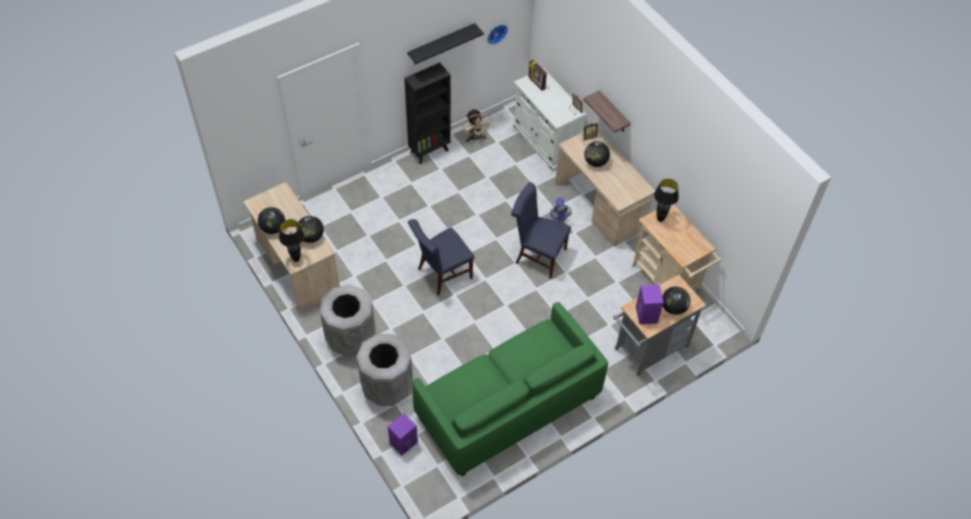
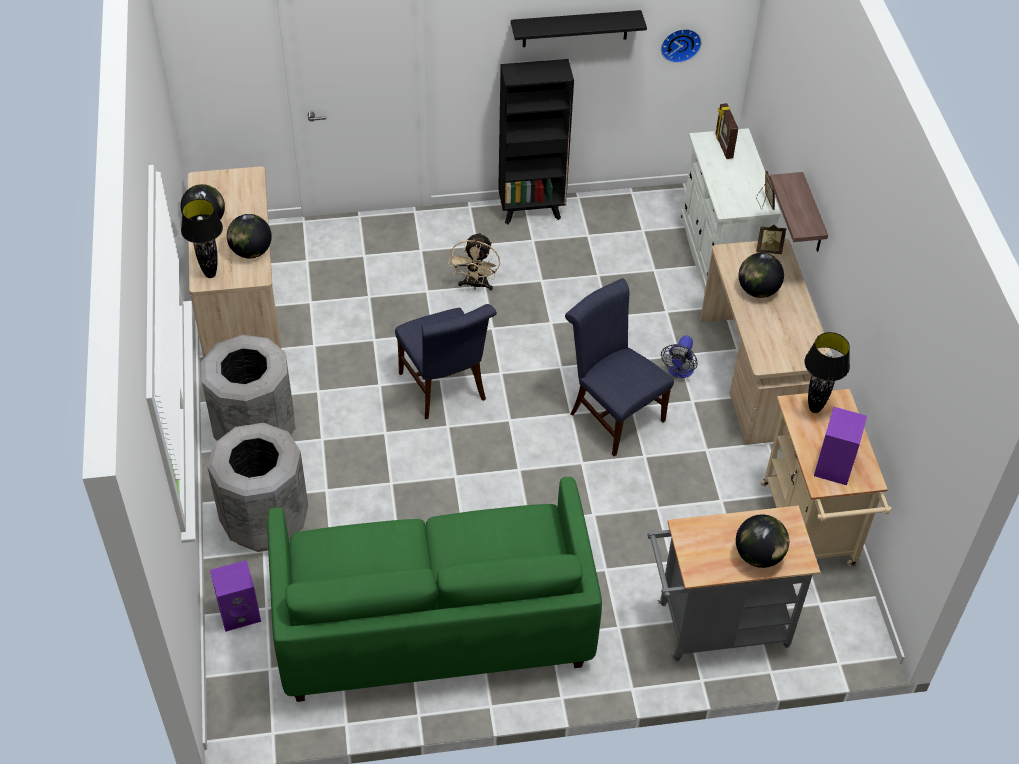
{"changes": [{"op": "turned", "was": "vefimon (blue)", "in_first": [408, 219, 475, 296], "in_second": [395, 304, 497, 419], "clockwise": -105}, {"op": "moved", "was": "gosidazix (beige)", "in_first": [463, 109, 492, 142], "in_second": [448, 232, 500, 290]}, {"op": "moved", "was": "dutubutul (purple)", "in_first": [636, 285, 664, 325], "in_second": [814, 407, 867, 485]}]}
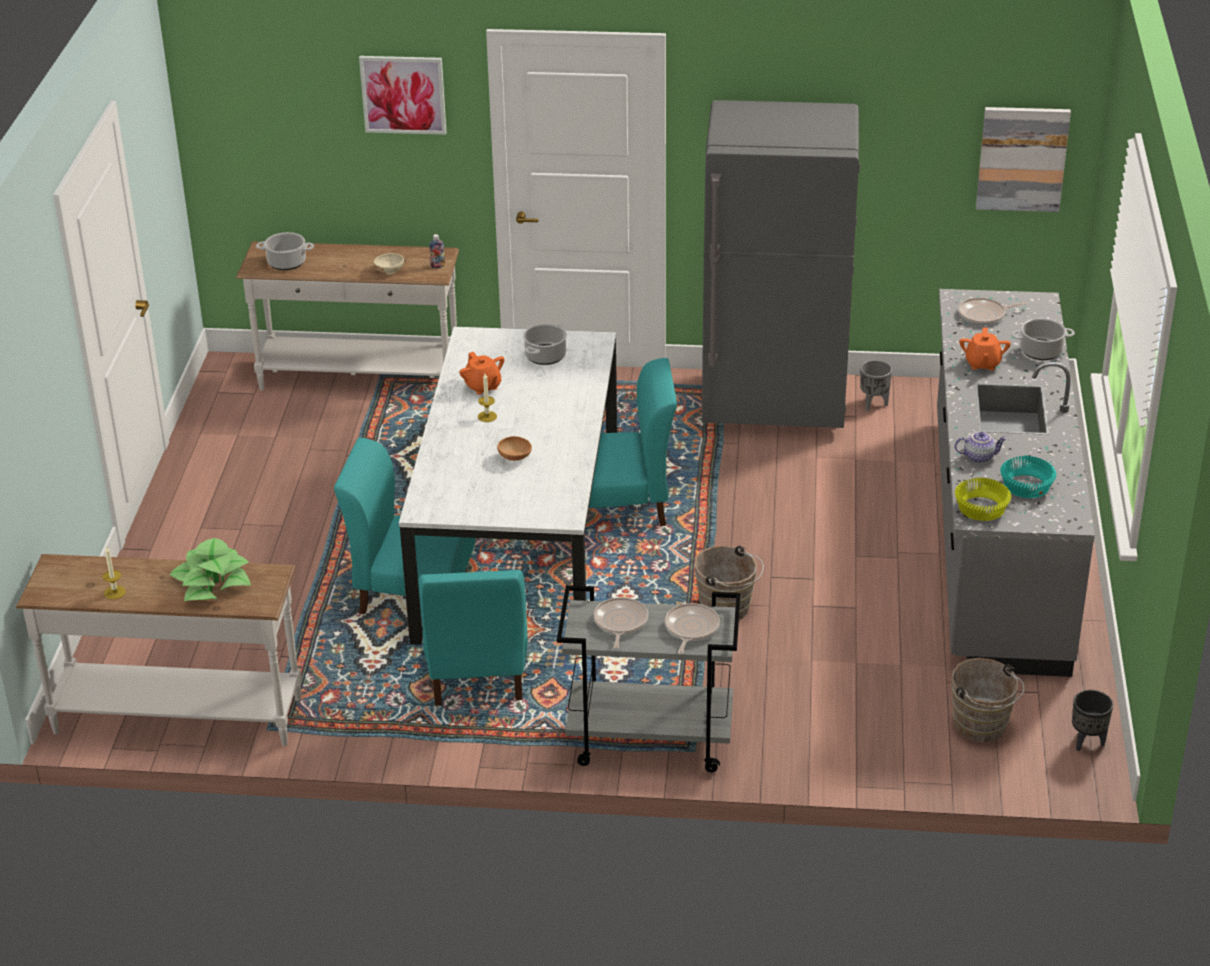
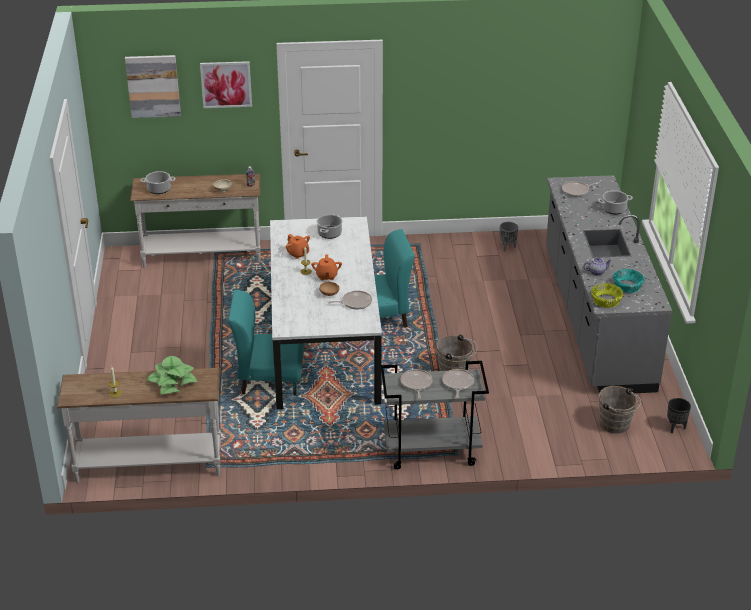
{"changes": [{"op": "moved", "was": "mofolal", "in_first": [976, 107, 1071, 212], "in_second": [125, 55, 181, 118]}, {"op": "moved", "was": "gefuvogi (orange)", "in_first": [959, 327, 1011, 371], "in_second": [311, 254, 342, 280]}, {"op": "added", "now": "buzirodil", "in_second": [328, 291, 372, 309]}, {"op": "removed", "was": "vefimon (turquoise)", "in_first": [419, 570, 528, 706]}, {"op": "removed", "was": "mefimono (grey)", "in_first": [702, 100, 860, 428]}]}
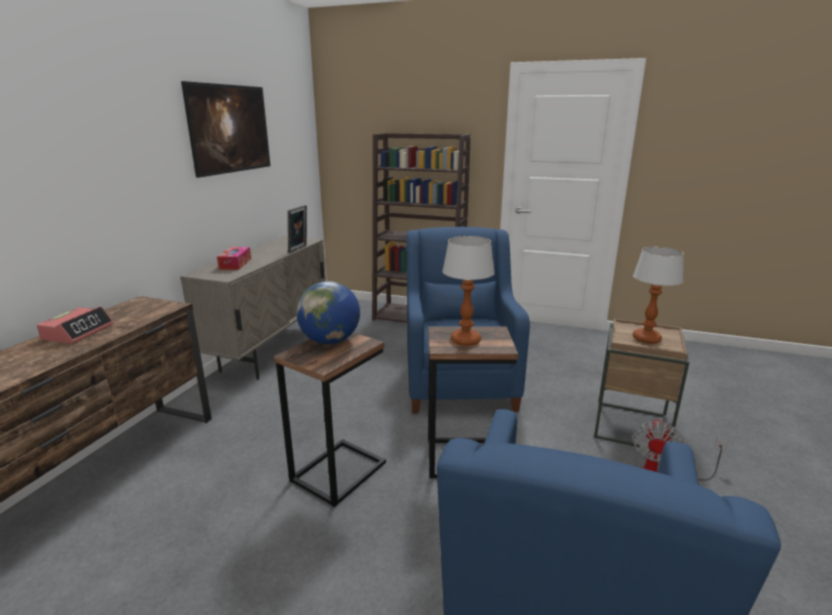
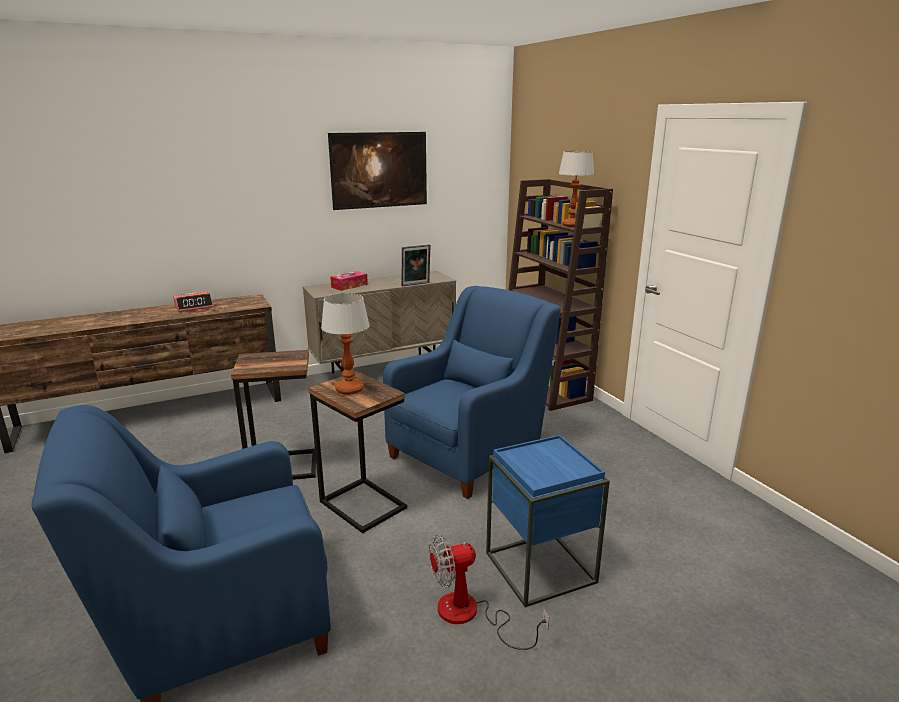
{"changes": [{"op": "recoloured", "was": "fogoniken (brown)", "now": "fogoniken (blue)", "in_first": [594, 319, 690, 449], "in_second": [486, 435, 610, 607]}, {"op": "moved", "was": "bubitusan", "in_first": [633, 247, 684, 344], "in_second": [559, 151, 594, 227]}, {"op": "removed", "was": "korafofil", "in_first": [296, 281, 360, 344]}]}
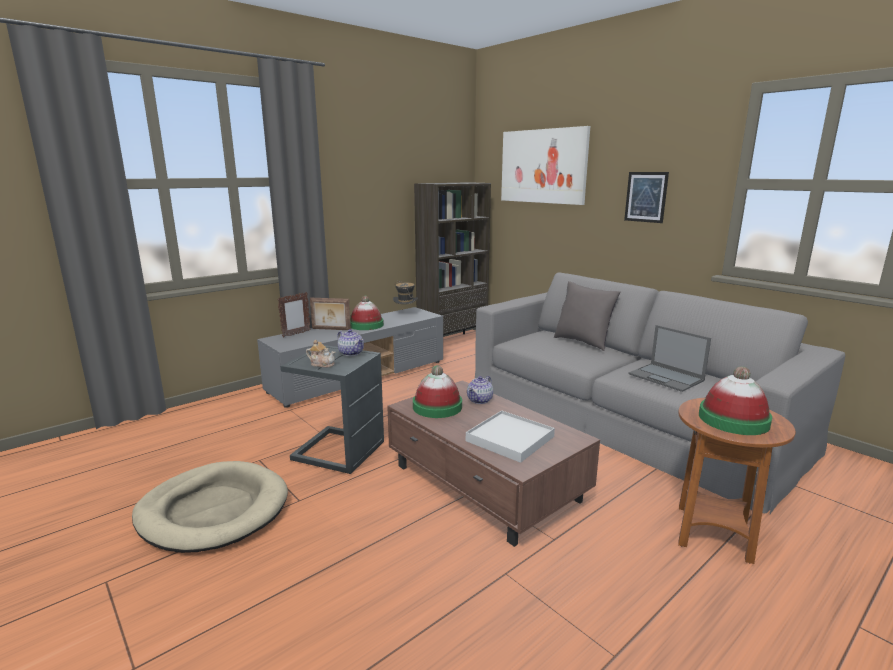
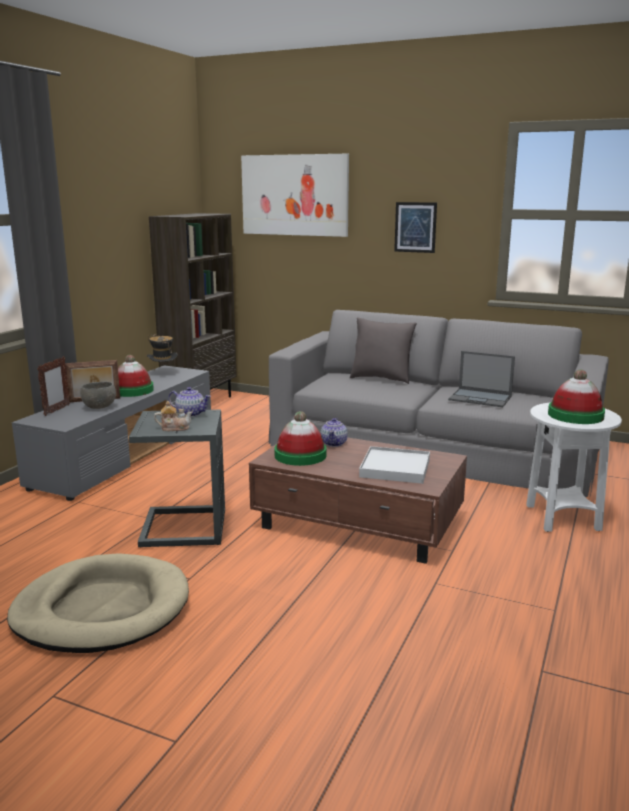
{"changes": [{"op": "added", "now": "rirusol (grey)", "in_second": [80, 382, 116, 409]}, {"op": "recoloured", "was": "fogoniken (brown)", "now": "fogoniken (white)", "in_first": [678, 398, 796, 564], "in_second": [526, 403, 622, 532]}]}
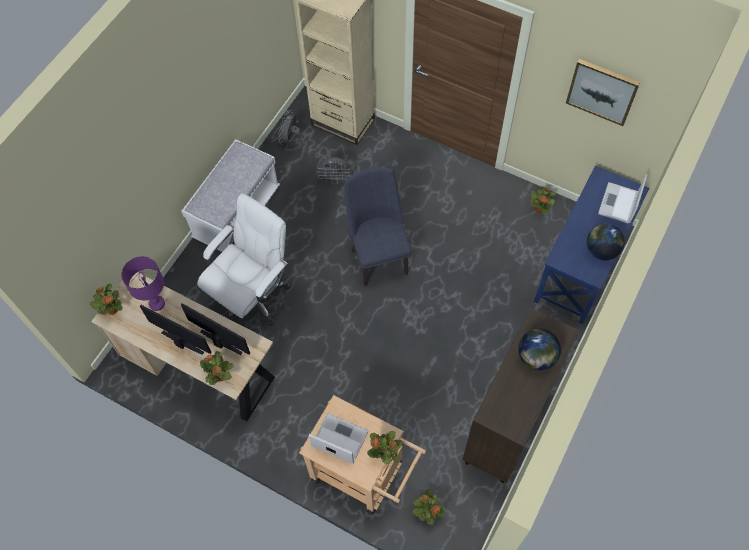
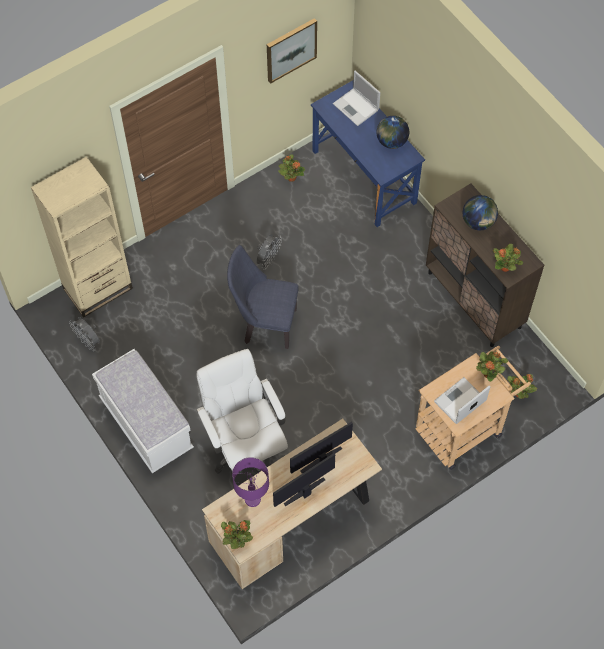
{"changes": [{"op": "moved", "was": "gosidazix (grey)", "in_first": [316, 157, 352, 184], "in_second": [257, 234, 282, 270]}, {"op": "moved", "was": "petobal", "in_first": [200, 351, 234, 385], "in_second": [493, 244, 523, 272]}]}
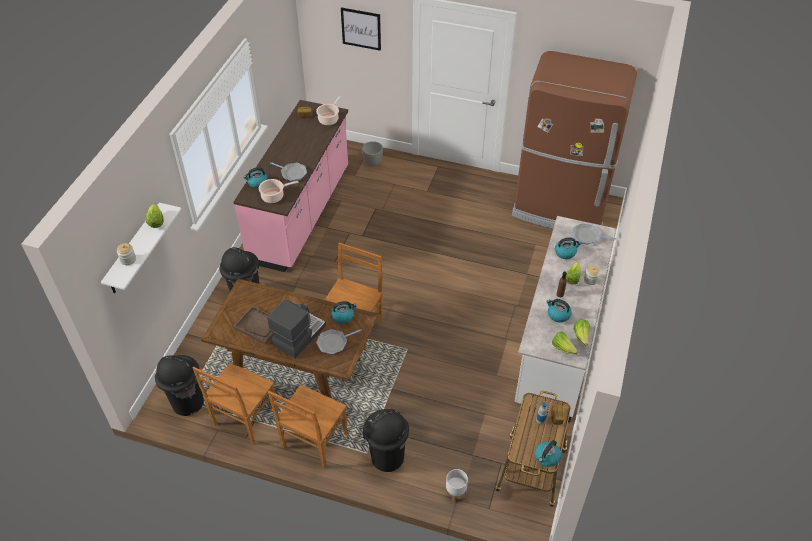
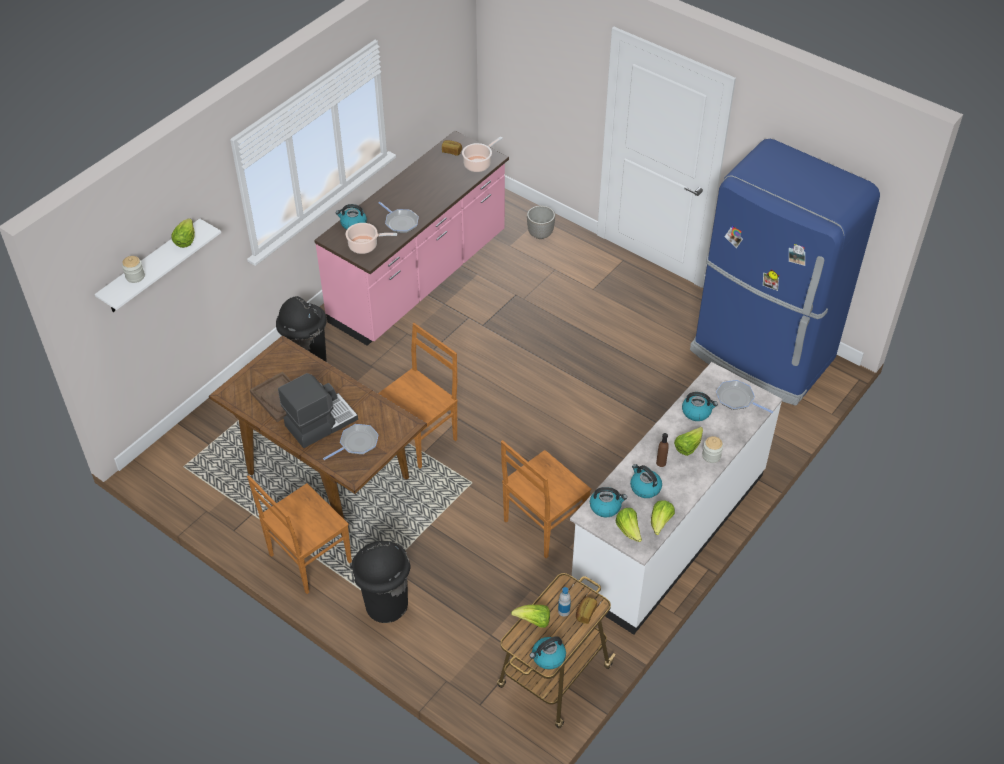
{"changes": [{"op": "turned", "was": "buzirodil", "in_first": [316, 329, 362, 354], "in_second": [323, 424, 379, 460], "clockwise": 150}, {"op": "moved", "was": "vefimon (brown)", "in_first": [192, 362, 278, 445], "in_second": [501, 440, 591, 558]}, {"op": "added", "now": "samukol", "in_second": [511, 605, 550, 628]}, {"op": "moved", "was": "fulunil", "in_first": [331, 301, 357, 324], "in_second": [590, 487, 627, 517]}, {"op": "recoloured", "was": "mefimono (brown)", "now": "mefimono (blue)", "in_first": [512, 51, 637, 229], "in_second": [690, 139, 880, 406]}, {"op": "removed", "was": "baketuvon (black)", "in_first": [155, 355, 204, 416]}, {"op": "removed", "was": "mofolal", "in_first": [341, 7, 381, 51]}, {"op": "removed", "was": "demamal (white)", "in_first": [446, 469, 468, 502]}]}
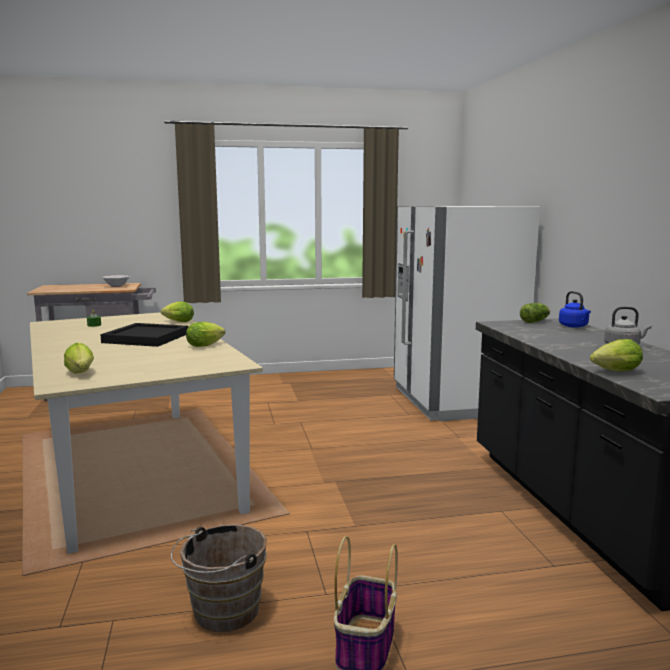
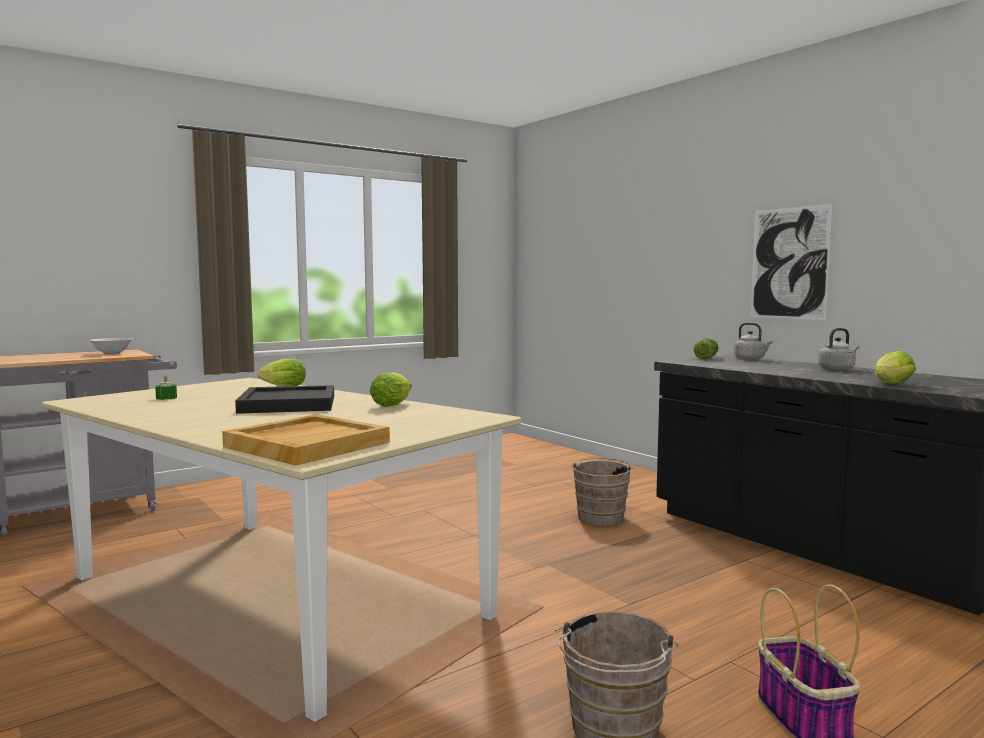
{"changes": [{"op": "replaced", "was": "samukol", "now": "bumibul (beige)", "in_first": [64, 343, 94, 374], "in_second": [222, 414, 390, 465]}, {"op": "added", "now": "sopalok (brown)", "in_second": [571, 458, 635, 526]}, {"op": "recoloured", "was": "fulunil (blue)", "now": "fulunil (grey)", "in_first": [559, 291, 591, 328], "in_second": [734, 323, 773, 360]}, {"op": "added", "now": "mofolal", "in_second": [751, 204, 833, 320]}, {"op": "removed", "was": "mefimono (white)", "in_first": [394, 206, 540, 421]}]}
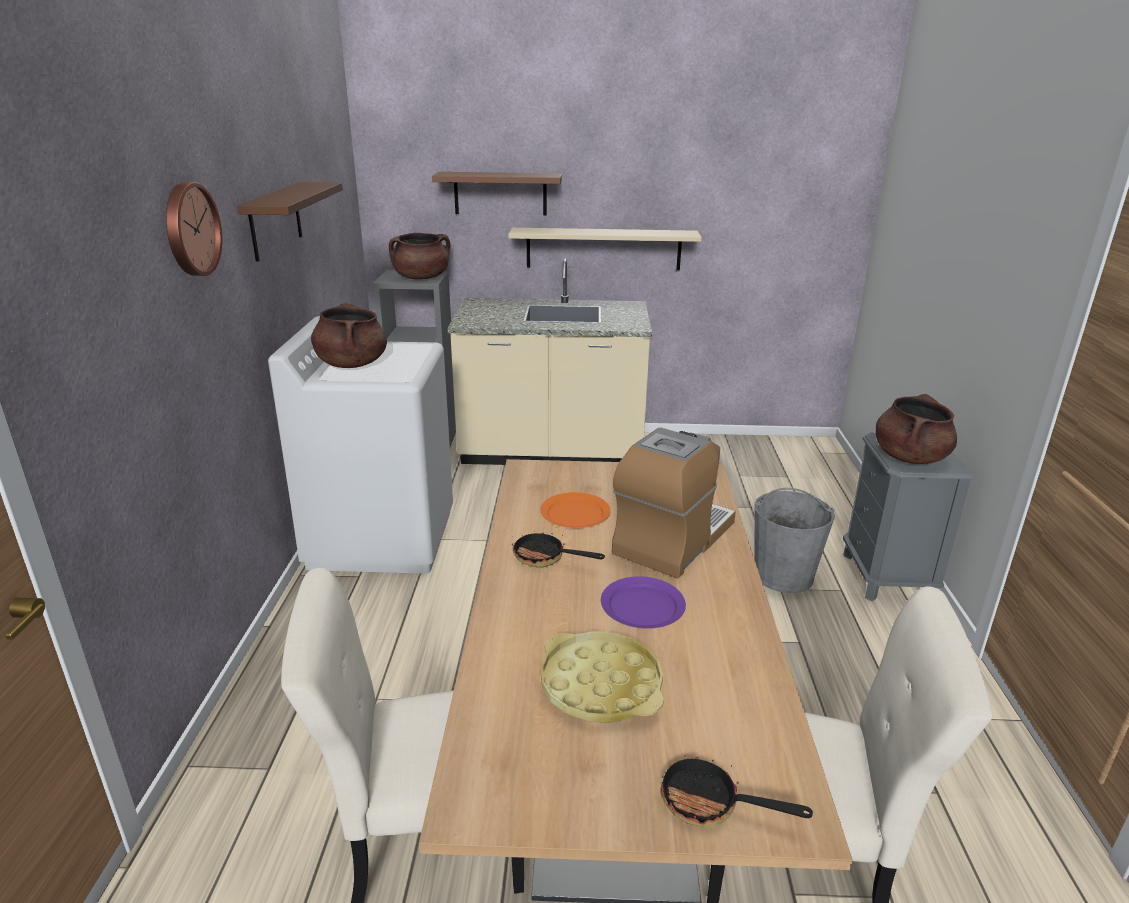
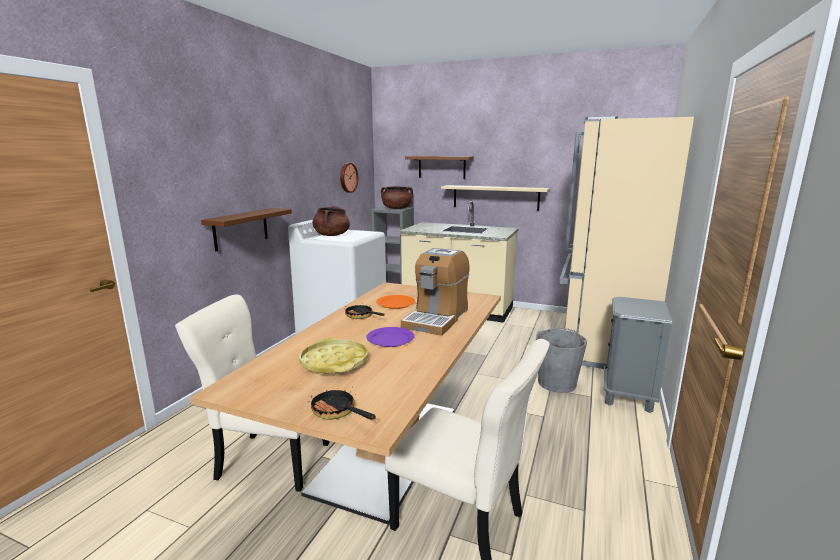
{"changes": [{"op": "moved", "was": "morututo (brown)", "in_first": [237, 182, 343, 262], "in_second": [201, 208, 292, 251]}, {"op": "moved", "was": "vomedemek", "in_first": [166, 182, 222, 276], "in_second": [340, 163, 358, 193]}, {"op": "turned", "was": "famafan", "in_first": [612, 428, 736, 579], "in_second": [401, 248, 470, 336], "clockwise": 150}, {"op": "added", "now": "mefimono (beige)", "in_second": [559, 117, 694, 369]}, {"op": "removed", "was": "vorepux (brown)", "in_first": [876, 394, 957, 464]}]}
